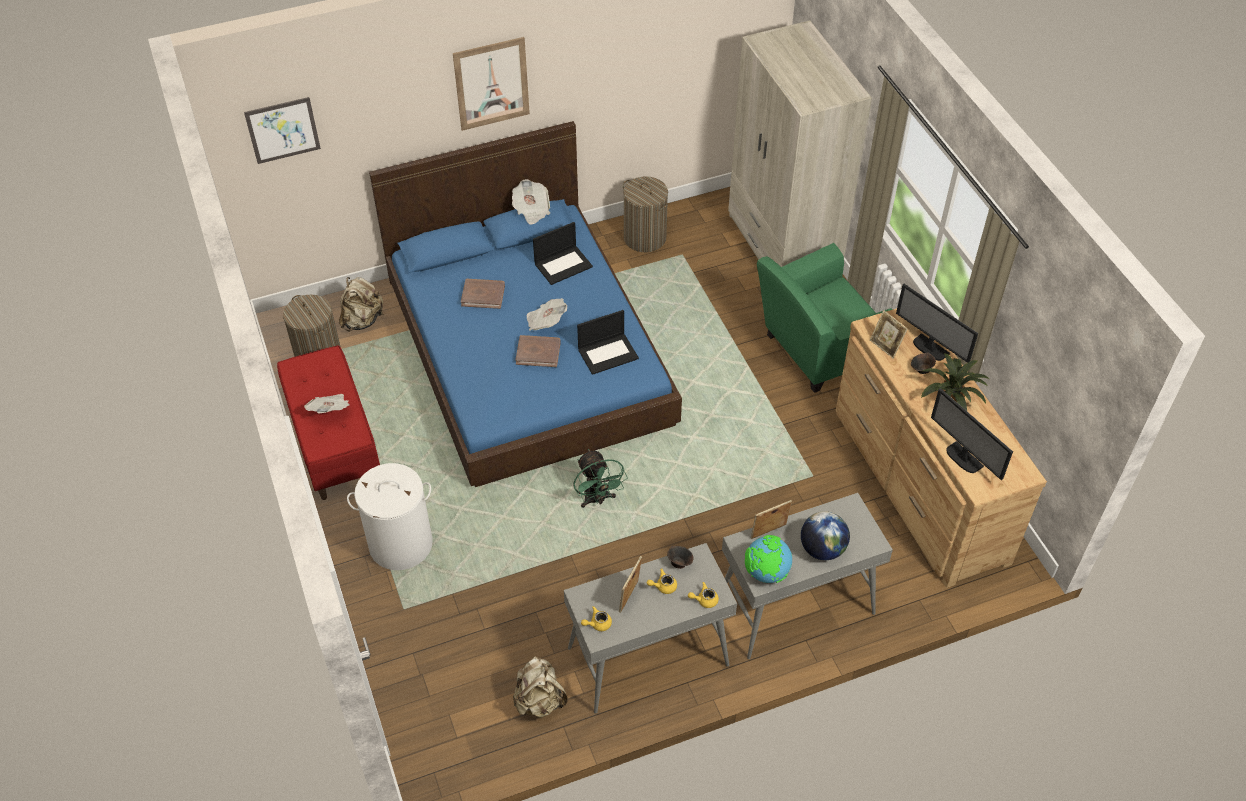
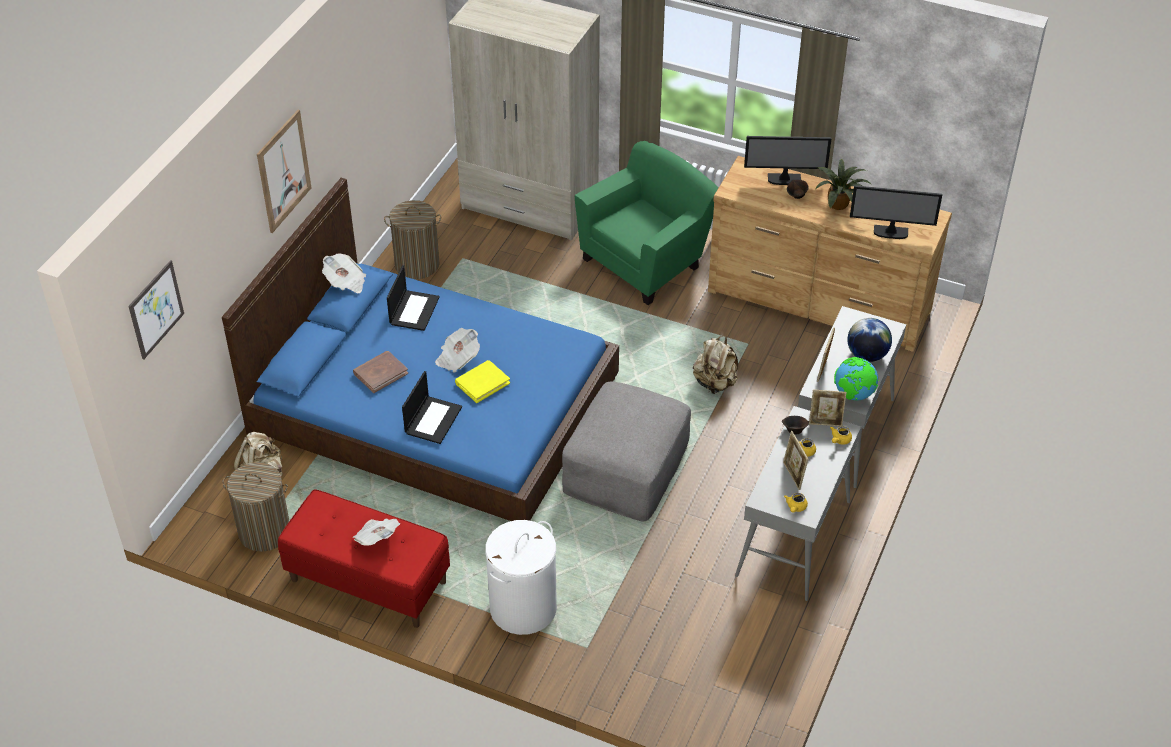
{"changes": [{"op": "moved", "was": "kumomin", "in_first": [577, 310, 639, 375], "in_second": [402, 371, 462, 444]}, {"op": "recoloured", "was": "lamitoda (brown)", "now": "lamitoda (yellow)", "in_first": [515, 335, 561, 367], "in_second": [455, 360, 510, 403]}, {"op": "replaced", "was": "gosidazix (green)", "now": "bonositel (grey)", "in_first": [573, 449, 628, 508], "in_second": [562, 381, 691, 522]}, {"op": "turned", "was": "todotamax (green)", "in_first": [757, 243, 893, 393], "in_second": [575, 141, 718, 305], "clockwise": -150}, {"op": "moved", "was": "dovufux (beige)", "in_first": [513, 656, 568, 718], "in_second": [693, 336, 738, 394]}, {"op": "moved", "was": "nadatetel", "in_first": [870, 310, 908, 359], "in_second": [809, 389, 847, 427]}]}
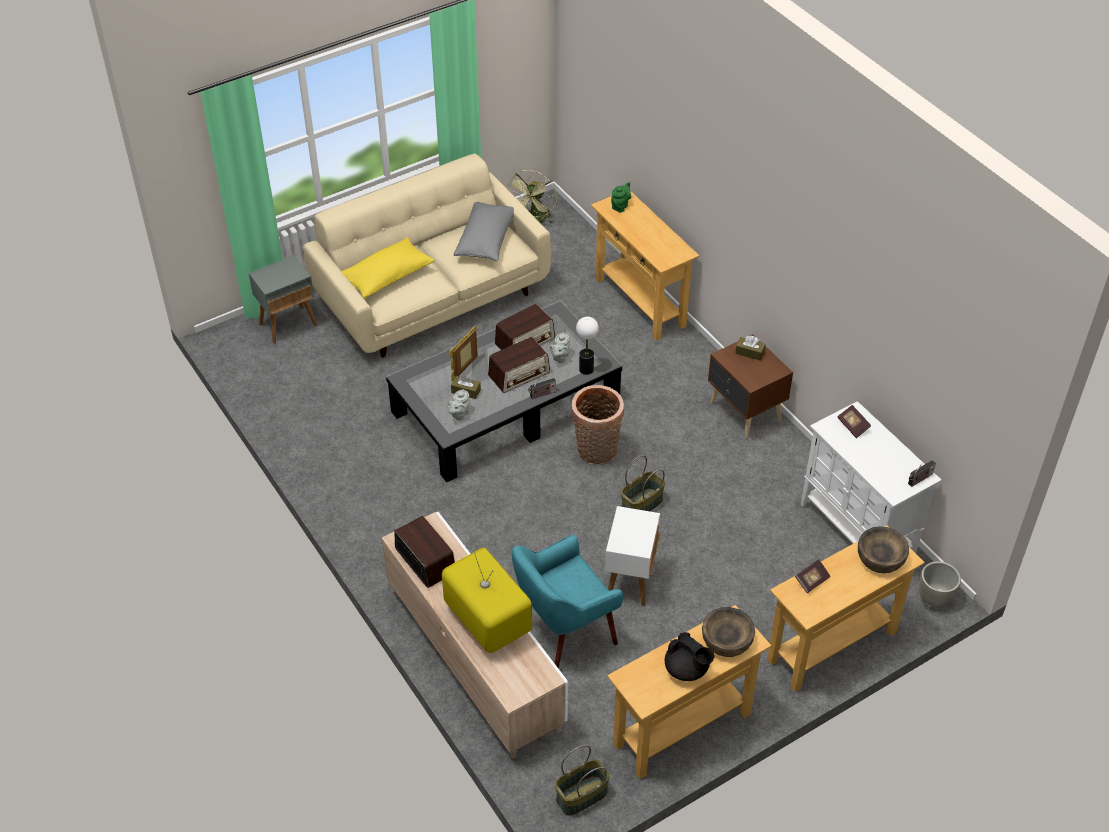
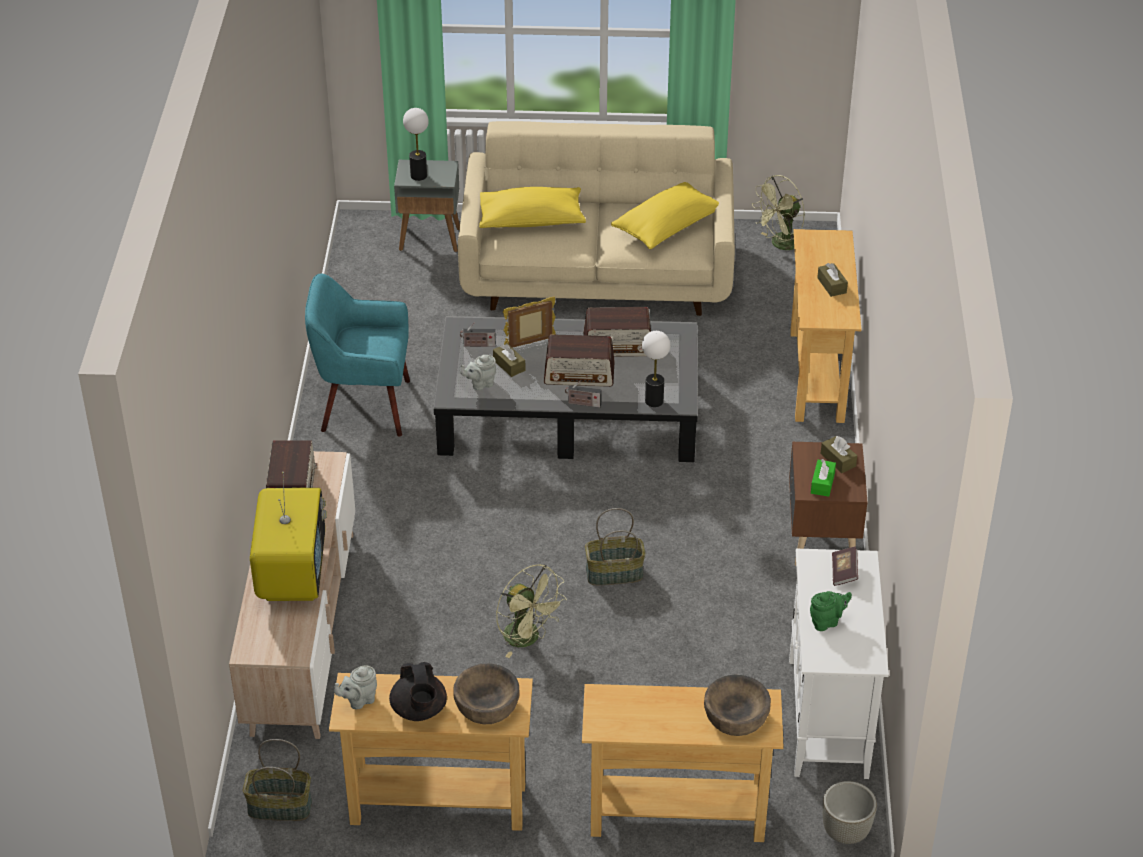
{"changes": [{"op": "moved", "was": "todotamax (turquoise)", "in_first": [512, 535, 623, 669], "in_second": [305, 273, 410, 437]}, {"op": "moved", "was": "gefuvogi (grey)", "in_first": [550, 332, 570, 363], "in_second": [334, 665, 377, 709]}, {"op": "added", "now": "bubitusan", "in_second": [403, 108, 429, 181]}, {"op": "moved", "was": "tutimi", "in_first": [908, 460, 936, 487], "in_second": [460, 322, 496, 347]}, {"op": "replaced", "was": "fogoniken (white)", "now": "gosidazix (green)", "in_first": [605, 506, 660, 607], "in_second": [496, 564, 567, 658]}, {"op": "recoloured", "was": "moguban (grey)", "now": "moguban (yellow)", "in_first": [454, 202, 514, 261], "in_second": [611, 182, 719, 249]}, {"op": "moved", "was": "gefuvogi (green)", "in_first": [611, 182, 631, 212], "in_second": [810, 591, 852, 631]}, {"op": "added", "now": "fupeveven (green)", "in_second": [811, 459, 836, 497]}, {"op": "added", "now": "fupeveven (brown)", "in_second": [817, 263, 848, 297]}, {"op": "removed", "was": "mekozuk", "in_first": [571, 385, 624, 465]}, {"op": "removed", "was": "lamitoda", "in_first": [795, 559, 830, 593]}]}
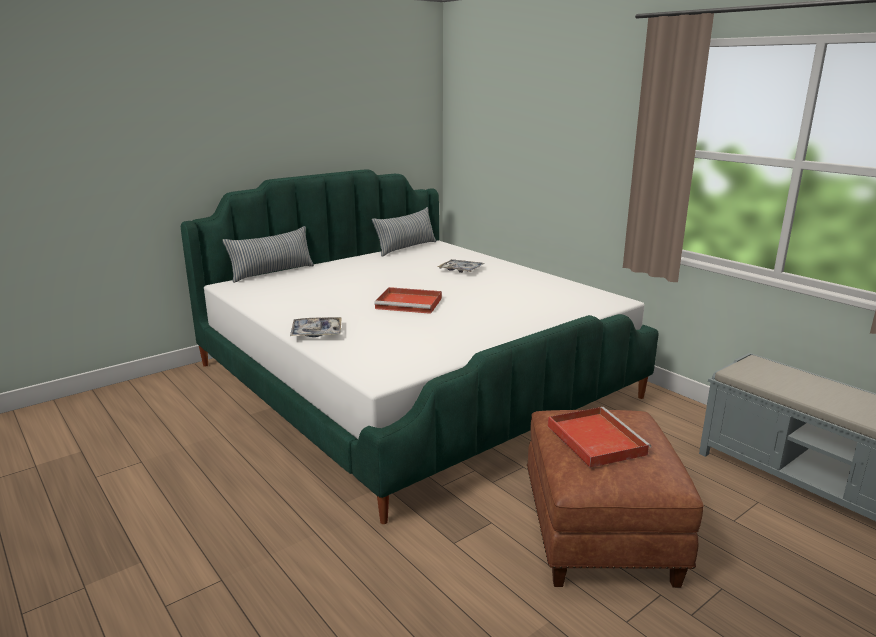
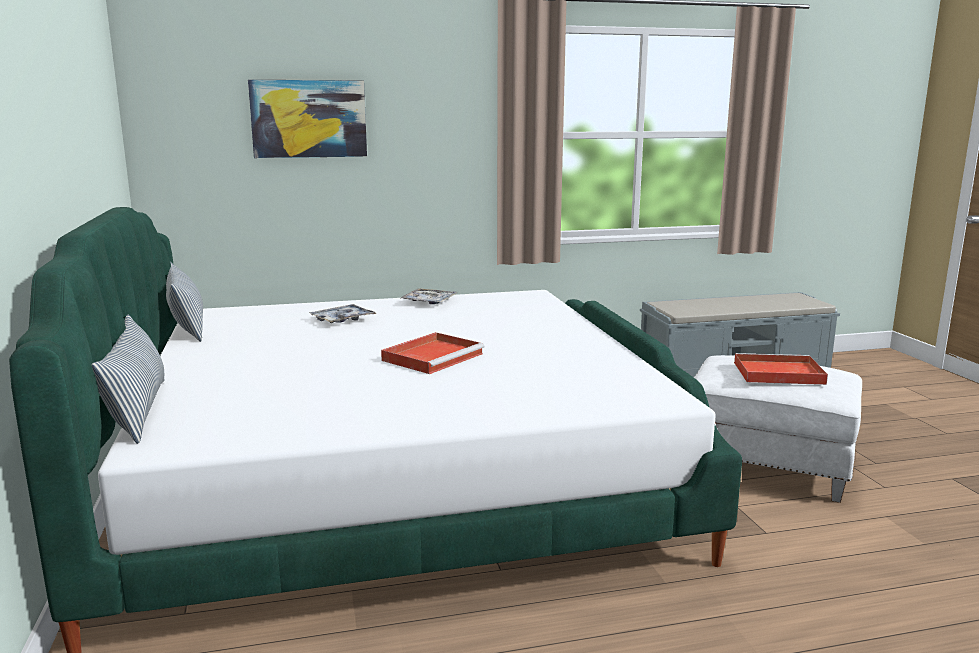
{"changes": [{"op": "added", "now": "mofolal", "in_second": [248, 80, 367, 158]}, {"op": "moved", "was": "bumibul", "in_first": [290, 317, 342, 337], "in_second": [400, 288, 458, 304]}, {"op": "recoloured", "was": "bonositel (brown)", "now": "bonositel (white)", "in_first": [527, 410, 704, 588], "in_second": [694, 355, 862, 503]}]}
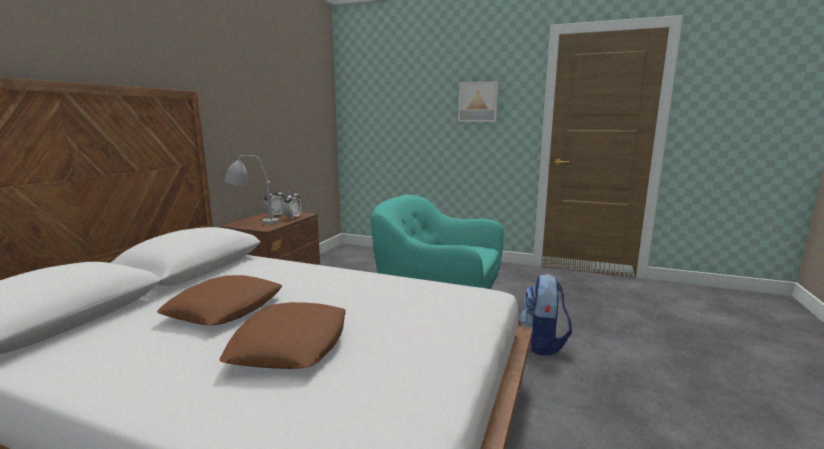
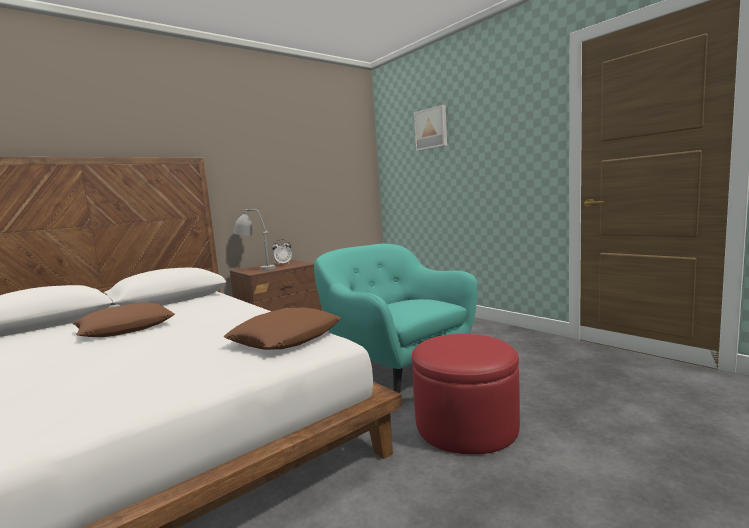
{"changes": [{"op": "moved", "was": "moguban (brown)", "in_first": [219, 302, 346, 369], "in_second": [224, 308, 341, 350]}, {"op": "replaced", "was": "dovufux", "now": "bonositel (red)", "in_first": [519, 274, 572, 355], "in_second": [412, 334, 520, 454]}, {"op": "moved", "was": "mofolal", "in_first": [458, 81, 498, 121], "in_second": [414, 105, 447, 151]}, {"op": "removed", "was": "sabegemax", "in_first": [282, 190, 301, 219]}]}
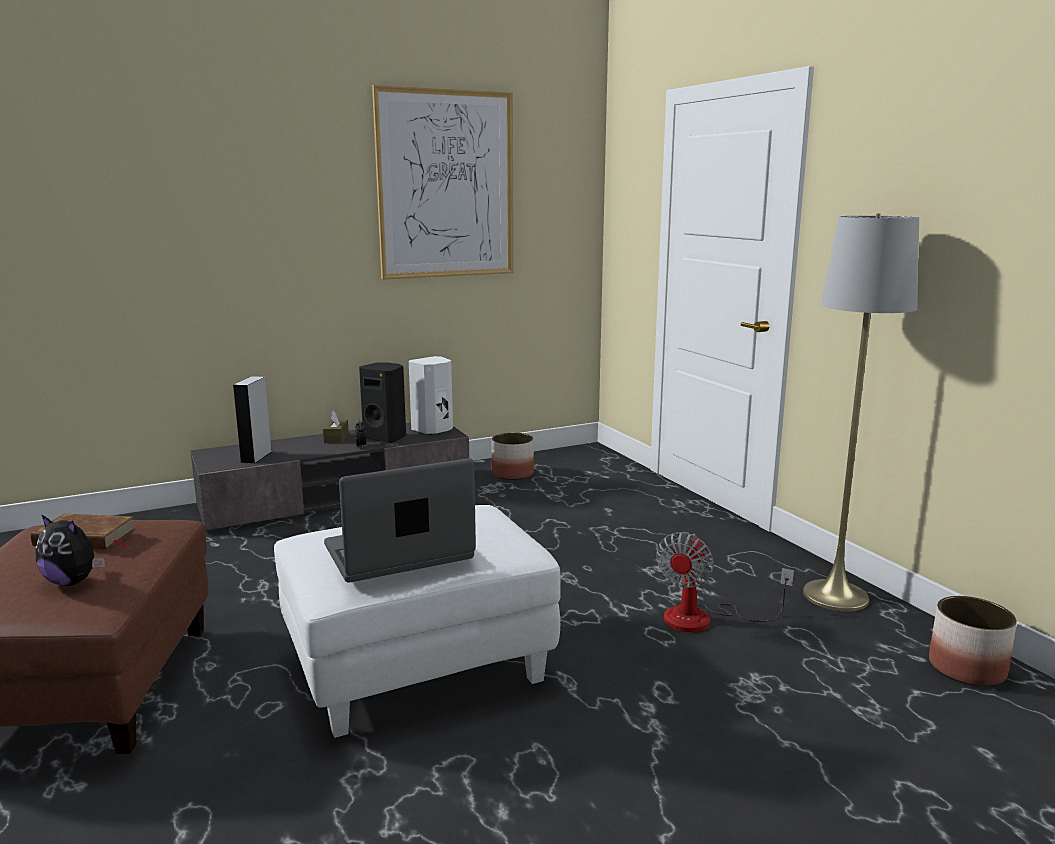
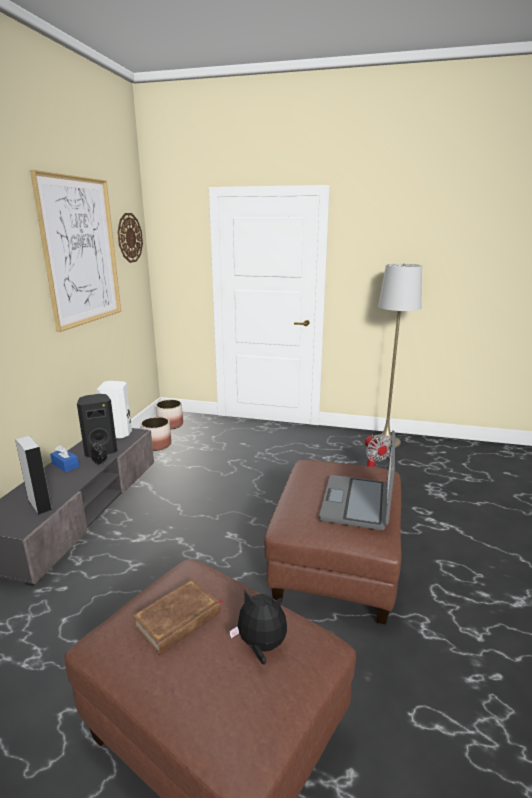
{"changes": [{"op": "recoloured", "was": "fupeveven (brown)", "now": "fupeveven (blue)", "in_first": [323, 411, 349, 443], "in_second": [50, 445, 79, 472]}, {"op": "added", "now": "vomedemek", "in_second": [118, 213, 143, 263]}, {"op": "moved", "was": "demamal", "in_first": [929, 596, 1017, 686], "in_second": [156, 400, 183, 430]}, {"op": "turned", "was": "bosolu", "in_first": [36, 514, 105, 586], "in_second": [229, 590, 287, 665], "clockwise": -135}, {"op": "recoloured", "was": "bonositel (white)", "now": "bonositel (brown)", "in_first": [274, 505, 561, 738], "in_second": [264, 459, 401, 624]}]}
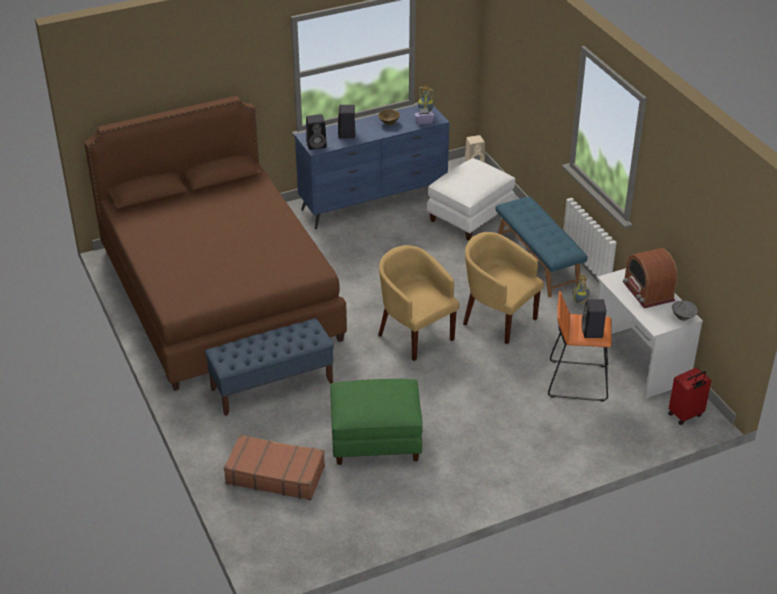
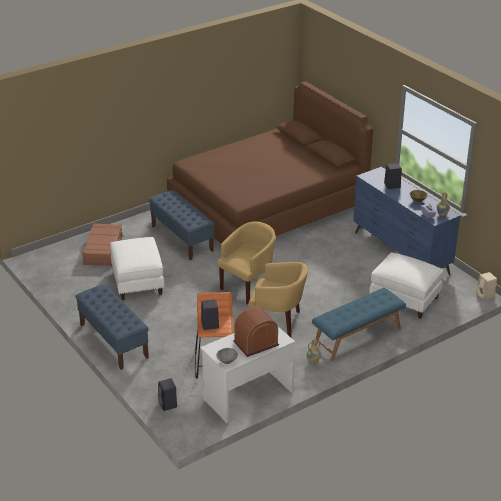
{"changes": [{"op": "added", "now": "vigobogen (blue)", "in_second": [75, 284, 149, 370]}, {"op": "recoloured", "was": "bonositel (green)", "now": "bonositel (white)", "in_first": [330, 379, 423, 465], "in_second": [110, 237, 164, 300]}, {"op": "moved", "was": "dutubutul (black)", "in_first": [306, 114, 327, 150], "in_second": [158, 378, 177, 411]}, {"op": "turned", "was": "todotamax (yellow)", "in_first": [463, 232, 544, 344], "in_second": [248, 262, 308, 337], "clockwise": 75}, {"op": "removed", "was": "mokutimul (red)", "in_first": [668, 367, 711, 425]}]}
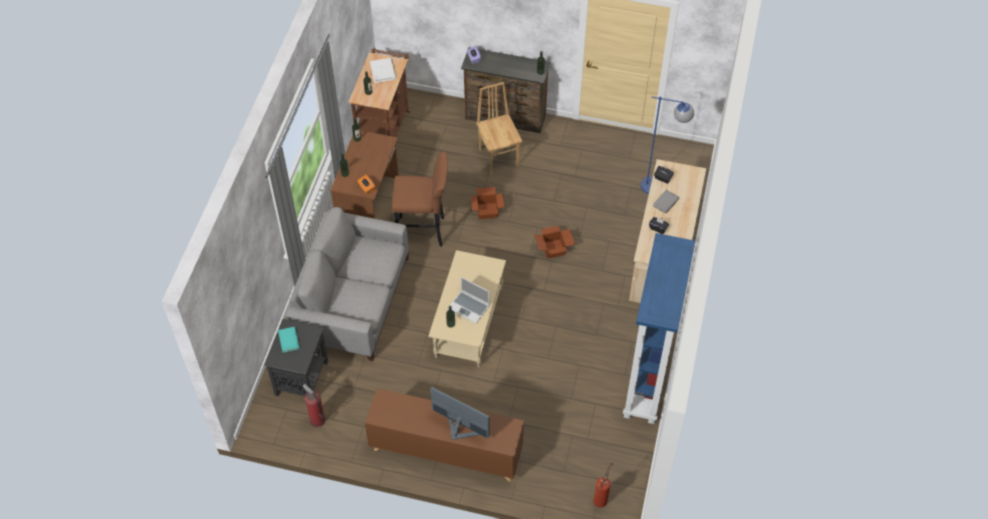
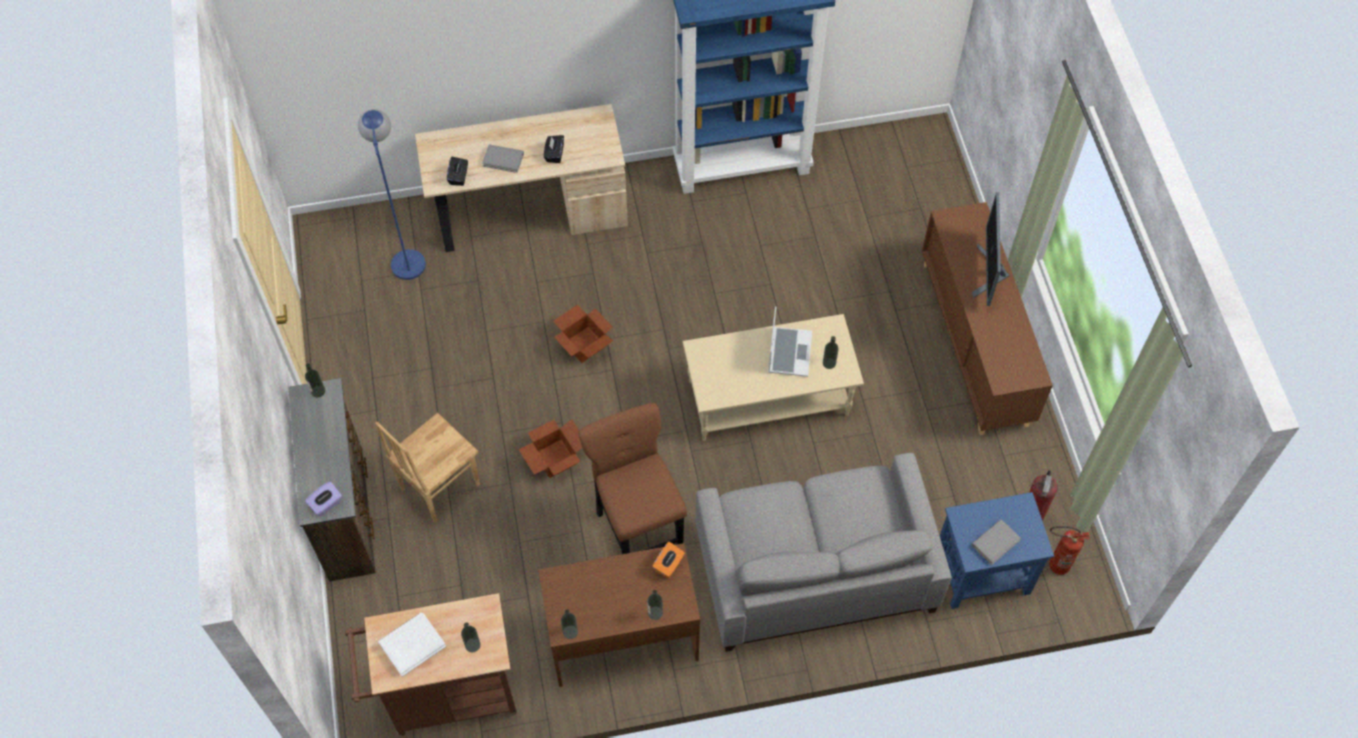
{"changes": [{"op": "recoloured", "was": "fogoniken (black)", "now": "fogoniken (blue)", "in_first": [264, 319, 328, 396], "in_second": [940, 492, 1054, 609]}, {"op": "recoloured", "was": "lamitoda (turquoise)", "now": "lamitoda (grey)", "in_first": [278, 327, 300, 353], "in_second": [972, 519, 1021, 565]}, {"op": "moved", "was": "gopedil", "in_first": [594, 463, 613, 508], "in_second": [1049, 526, 1090, 575]}]}
